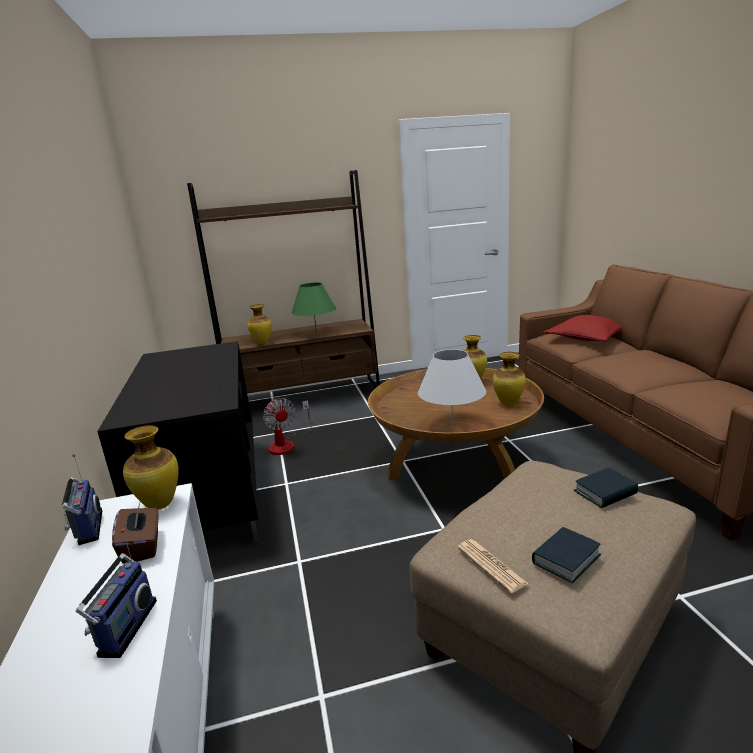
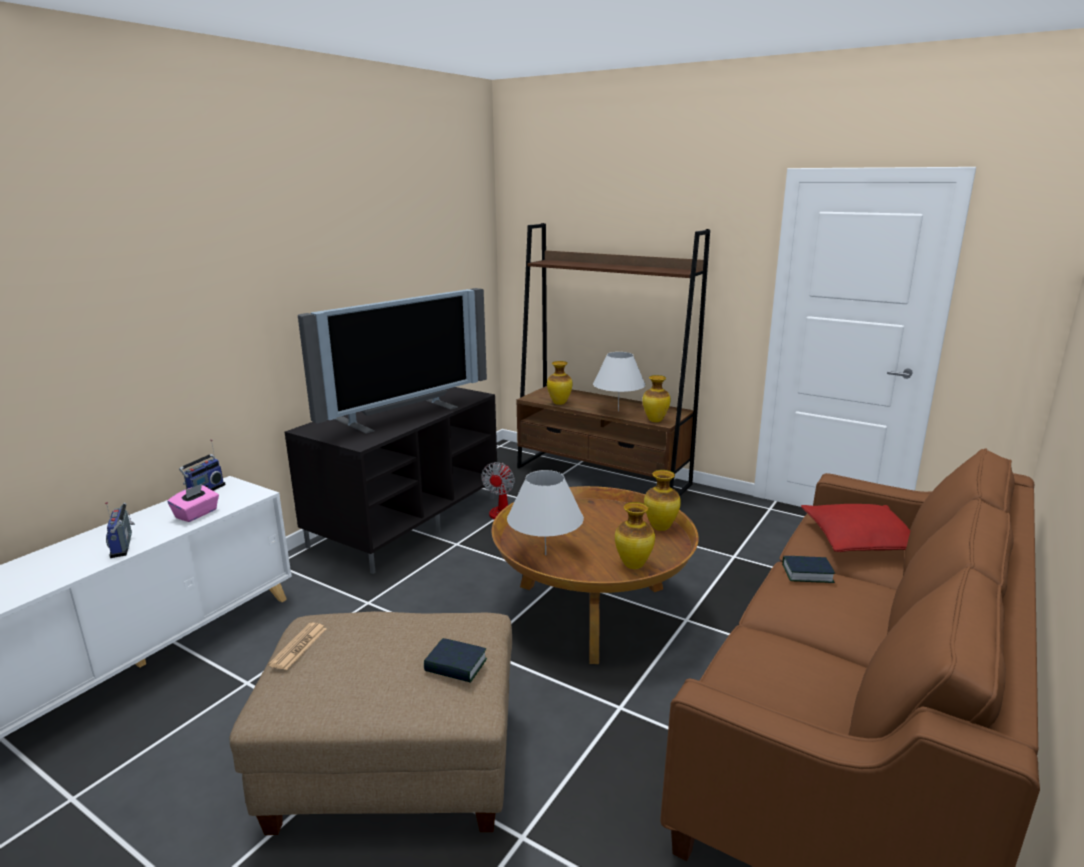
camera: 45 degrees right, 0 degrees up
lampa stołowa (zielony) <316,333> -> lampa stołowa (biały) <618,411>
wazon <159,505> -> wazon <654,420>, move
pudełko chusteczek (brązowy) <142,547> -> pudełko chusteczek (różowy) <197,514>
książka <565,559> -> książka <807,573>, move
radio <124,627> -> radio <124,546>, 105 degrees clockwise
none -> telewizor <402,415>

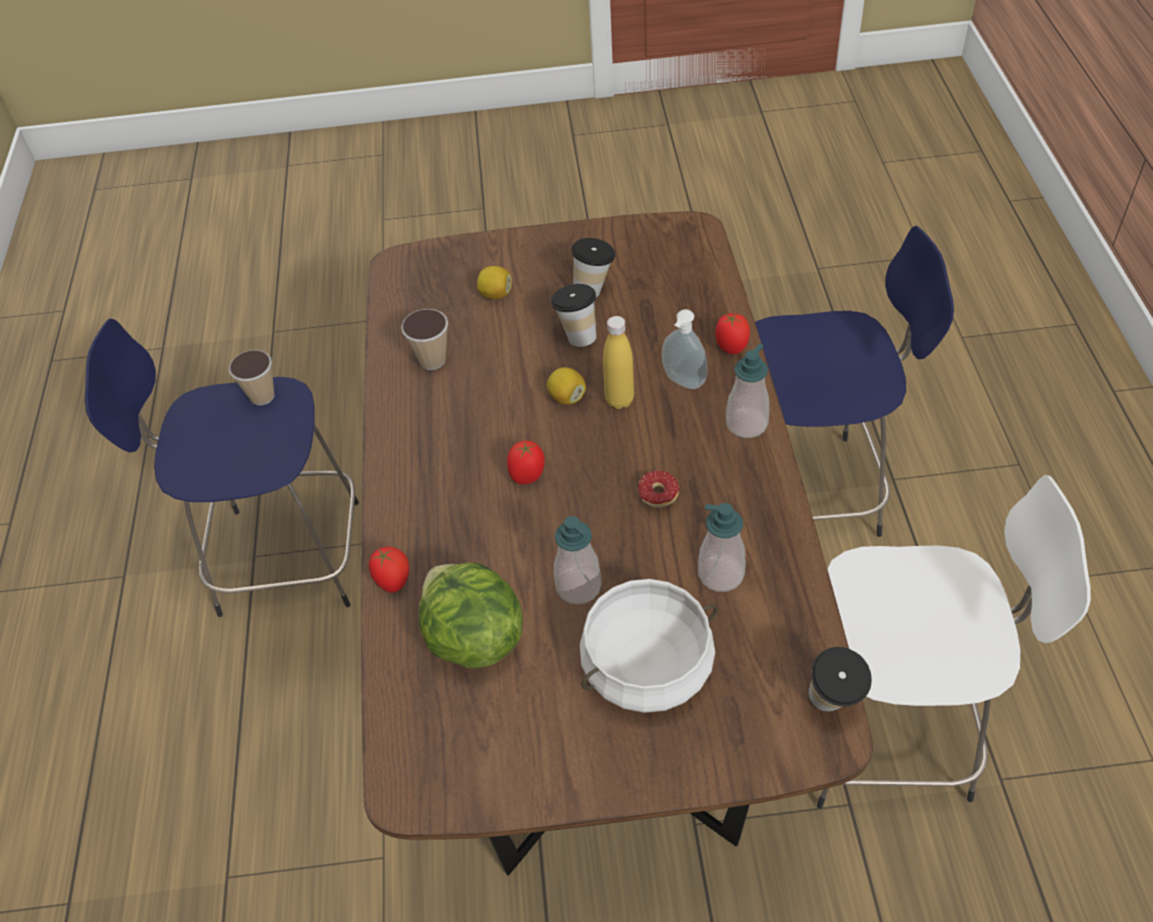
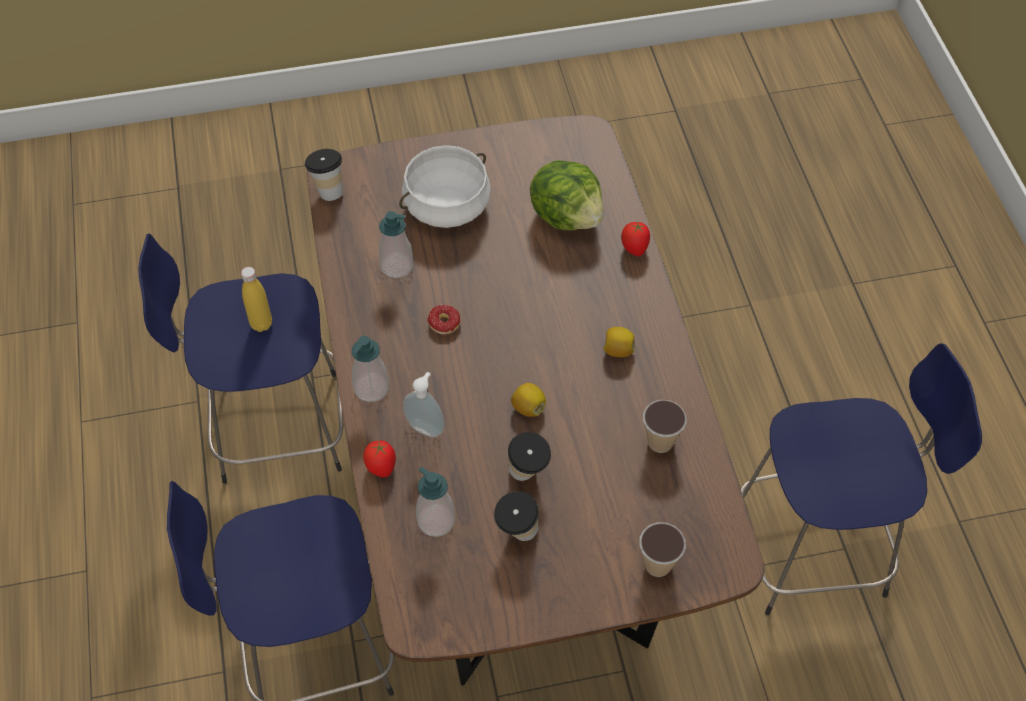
camera: 170 degrees right, 5 degrees up
cytryna <496,294> -> cytryna <618,350>, move
butelka (żółty) <619,400> -> butelka (żółty) <261,324>, move
filiżanka <262,396> -> filiżanka <658,565>, move
pomidor <528,475> -> none
stołek (biały) <889,734> -> stołek (niebieski) <274,427>
dozownik mydła <578,586> -> dozownik mydła <436,521>, move

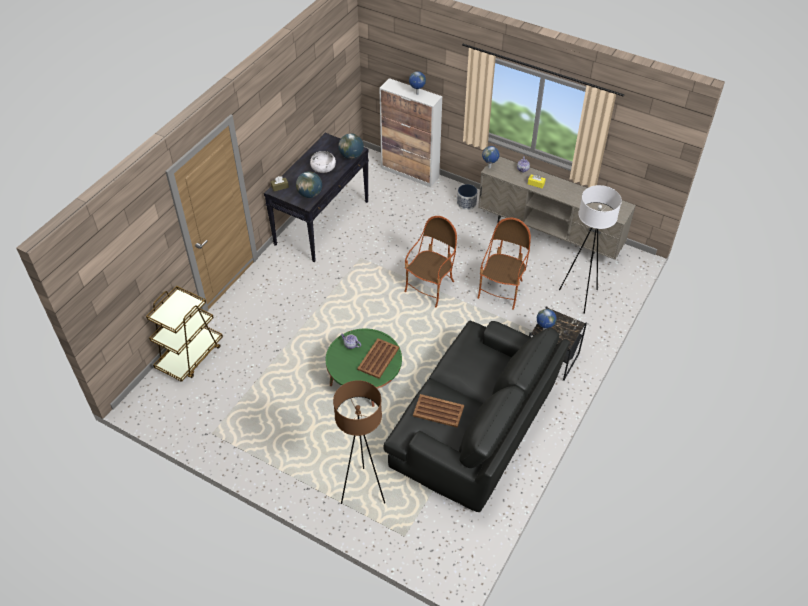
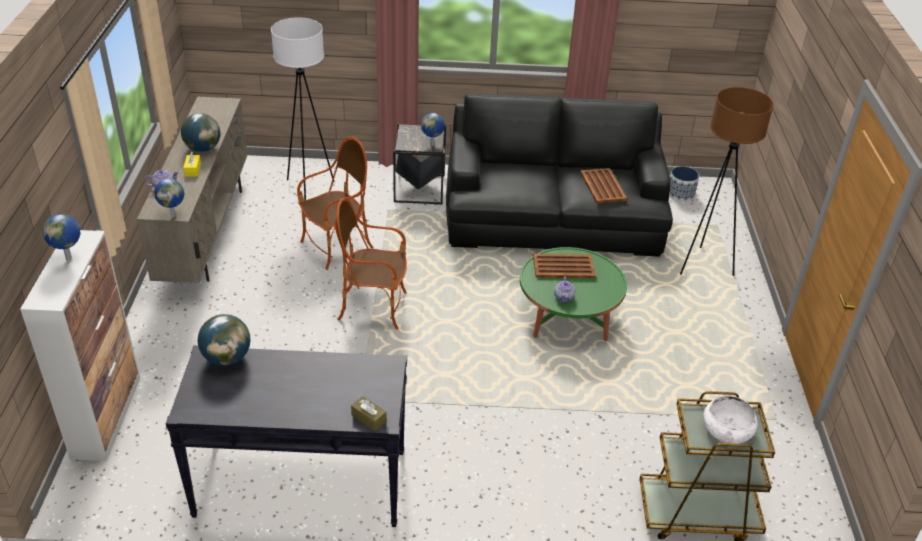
camera: 120 degrees left, 10 degrees down
miska (biały) <323,167> -> miska (biały) <727,429>, move
globus <310,194> -> globus <202,149>, move
donica <466,204> -> donica <681,194>, move
fotel <501,290> -> fotel <337,247>, 150 degrees clockwise

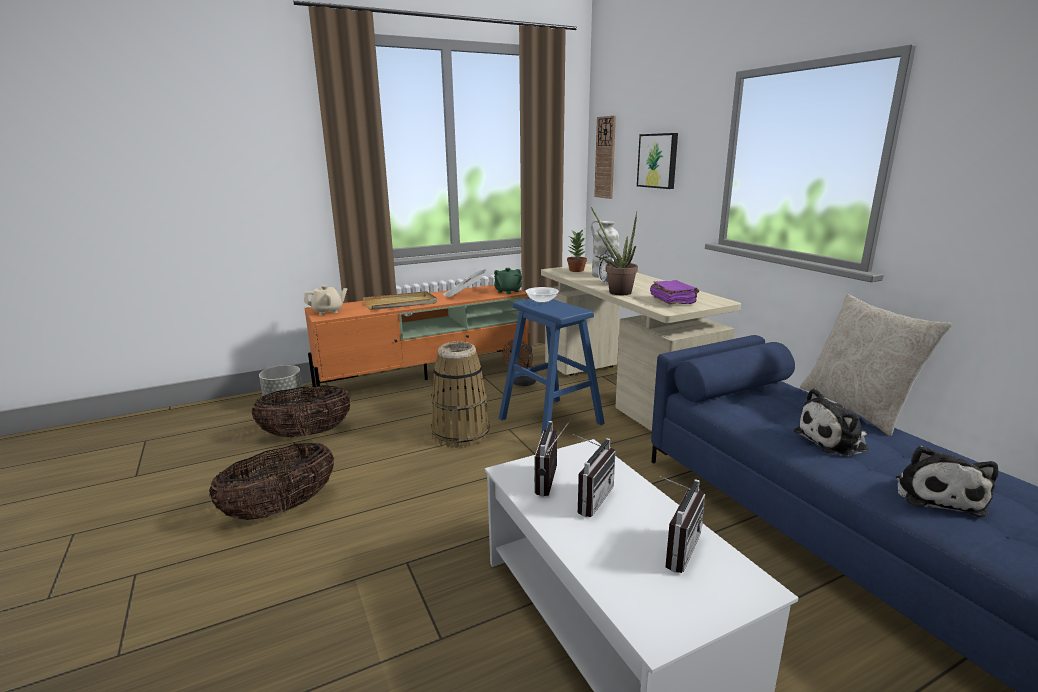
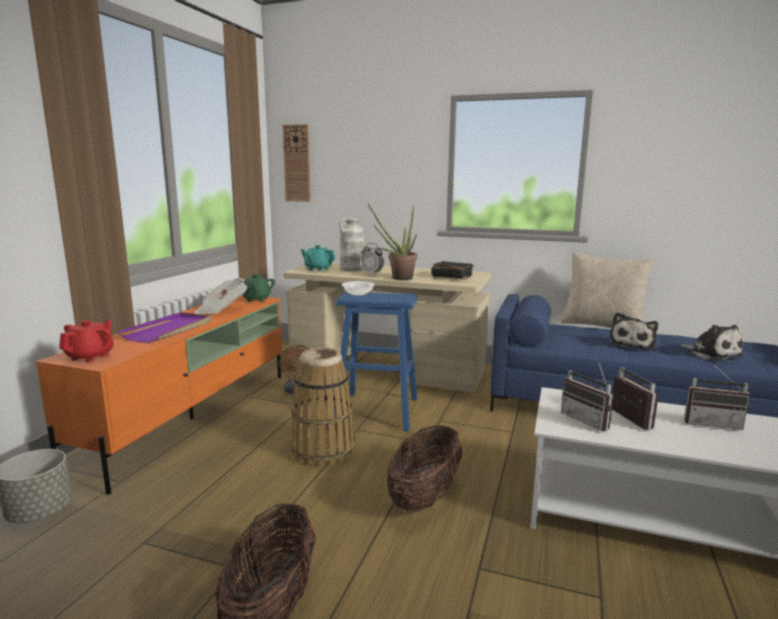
camera: 45 degrees left, 5 degrees down
obraz <658,161> -> none
roślina doniczkowa <577,270> -> imbryk (turkusowy) <318,269>
książka (fioletowy) <672,300> -> książka (czarny) <451,277>
imbryk (beżowy) <327,311> -> imbryk (czerwony) <90,357>
taca (beżowy) <401,303> -> taca (fioletowy) <169,330>
koszyk <306,434> -> koszyk <425,497>, move
radio <674,548> -> radio <711,423>, 120 degrees clockwise

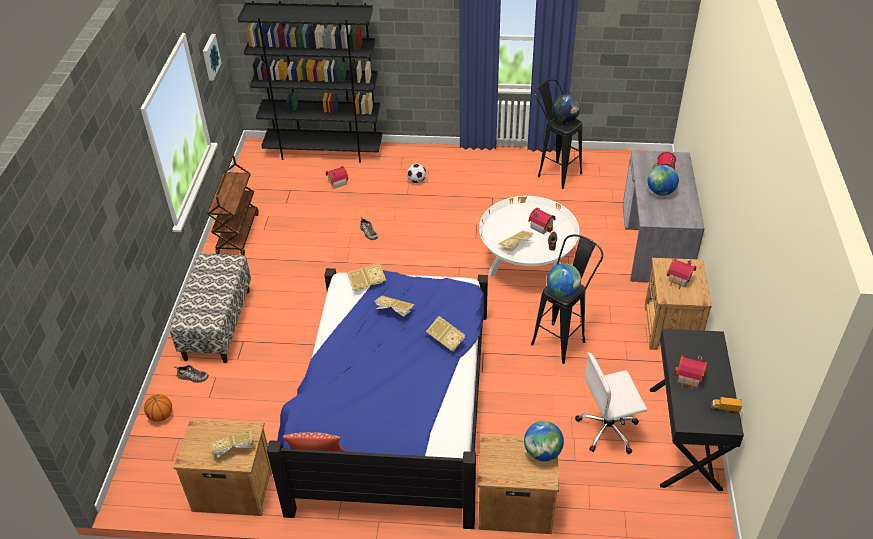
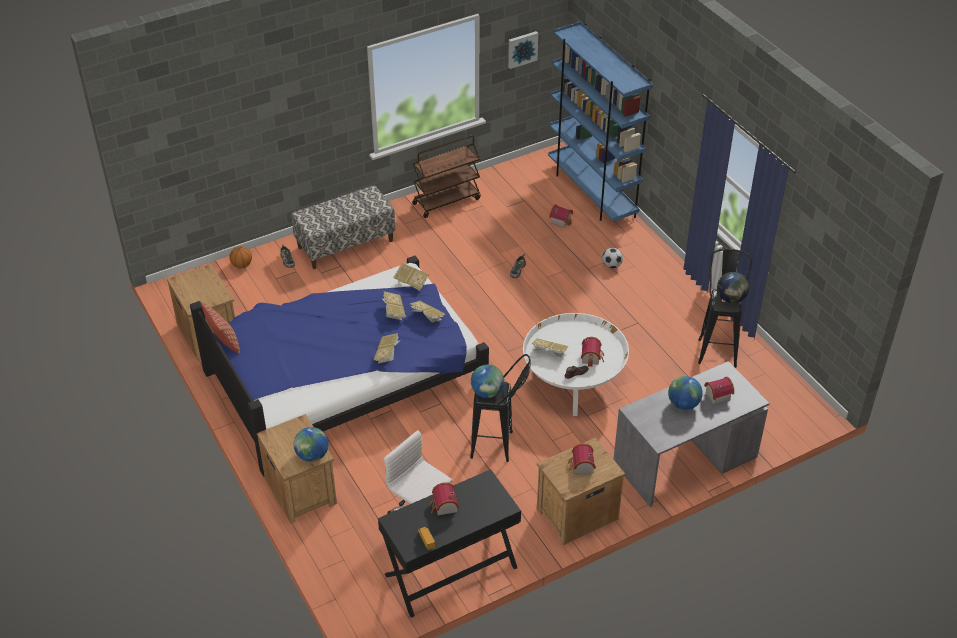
camera: 55 degrees right, 0 degrees up
regał (czarny) <324,151> -> regał (niebieski) <592,193>
książka <233,449> -> książka <427,317>, move

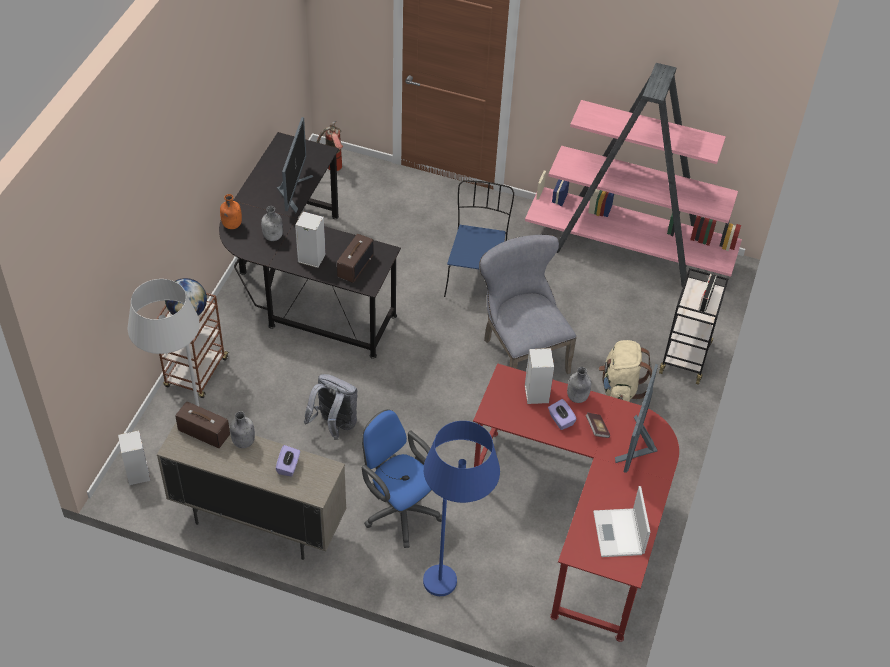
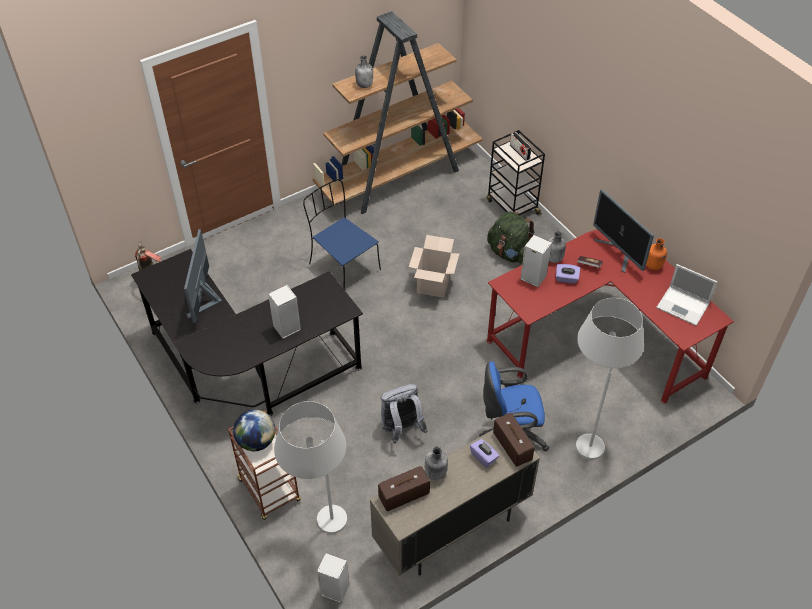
camera: 50 degrees left, 0 degrees up
regał (różowy) <629,250> -> regał (brązowy) <399,176>
monitor <293,191> -> monitor <205,300>, 135 degrees counterclockwise
butelka (pomarańczowy) <231,225> -> butelka (pomarańczowy) <653,266>, move
butelka (szary) <273,236> -> butelka (szary) <364,85>, move
radio <355,265> -> radio <511,446>, move
krzesło (szary) <520,353> -> karton <433,284>
plecak (beżowy) <620,388> -> plecak (zielony) <509,253>
lampa stojąca (niebieski) <454,570> -> lampa stojąca (biały) <586,433>

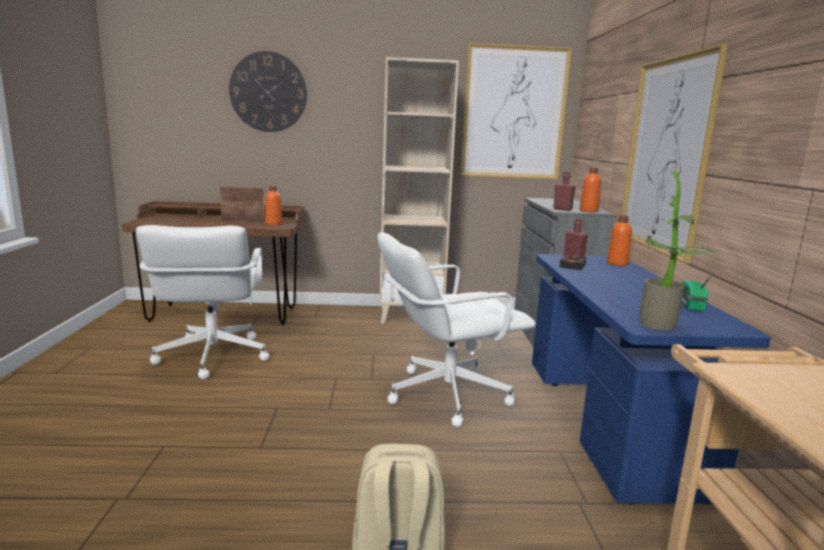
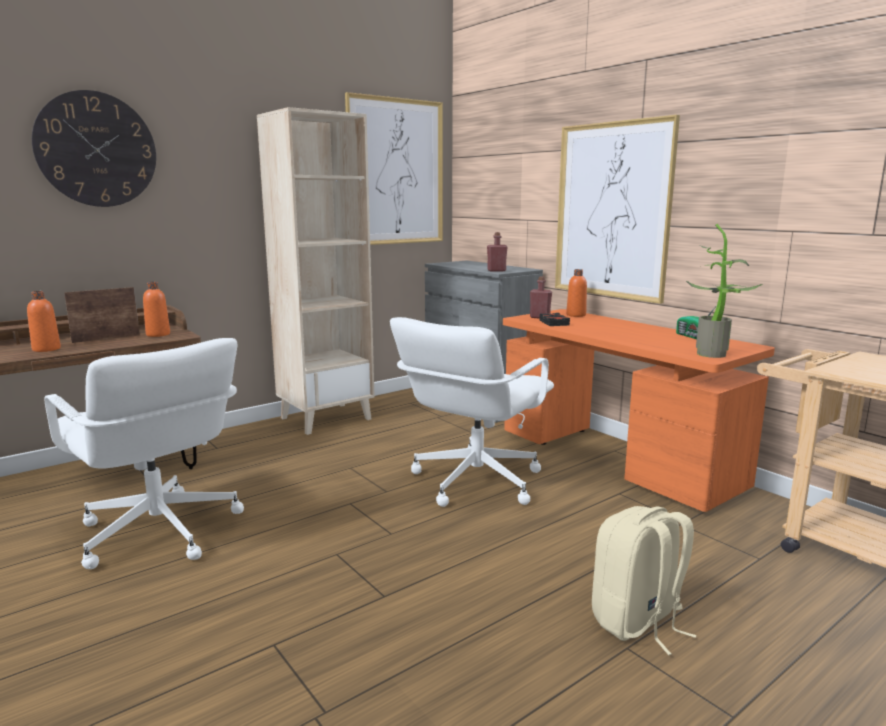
camera: 35 degrees left, 0 degrees up
butelka (pomarańczowy) <588,211> -> butelka (pomarańczowy) <46,349>, move
biurko (niebieski) <607,421> -> biurko (pomarańczowy) <615,459>

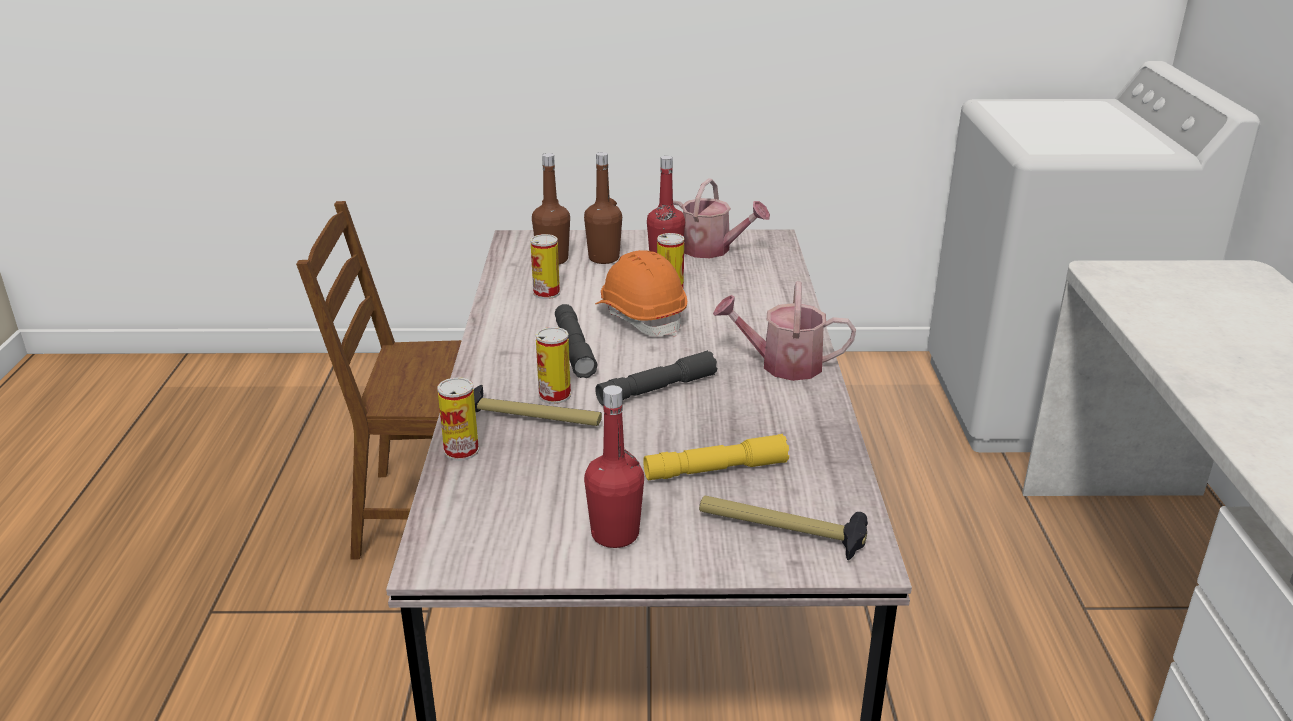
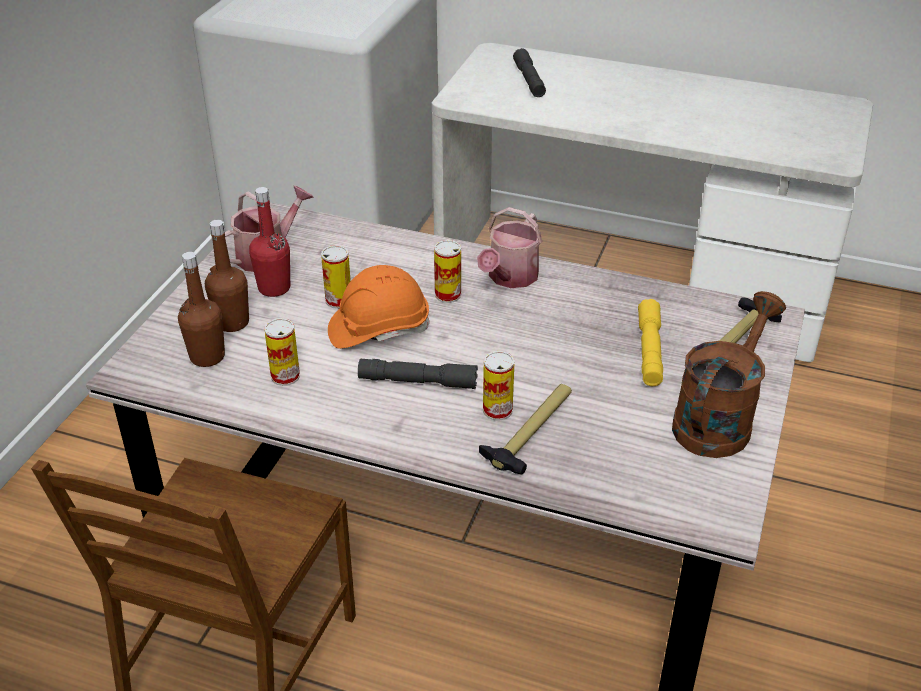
camera: 70 degrees left, 10 degrees up
latarka (szary) <656,389> -> latarka (szary) <529,80>, move
puszka <461,450> -> puszka <448,295>, move
butelka (czerwony) <615,534> -> konewka (brązowy) <718,419>

